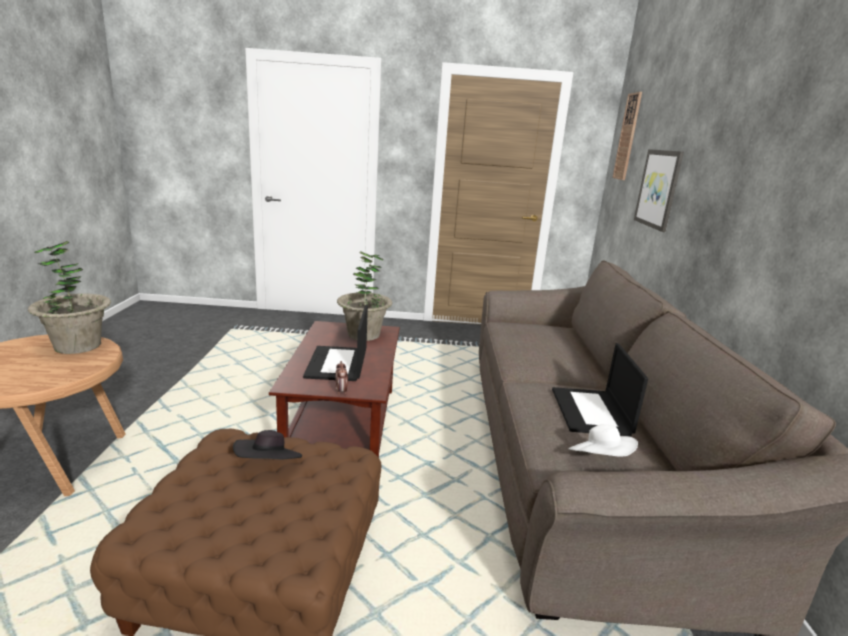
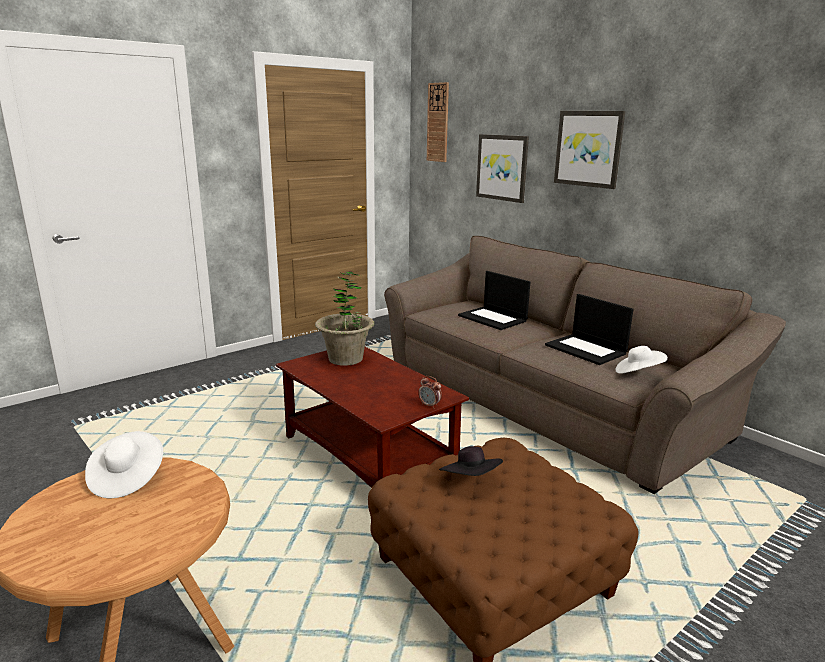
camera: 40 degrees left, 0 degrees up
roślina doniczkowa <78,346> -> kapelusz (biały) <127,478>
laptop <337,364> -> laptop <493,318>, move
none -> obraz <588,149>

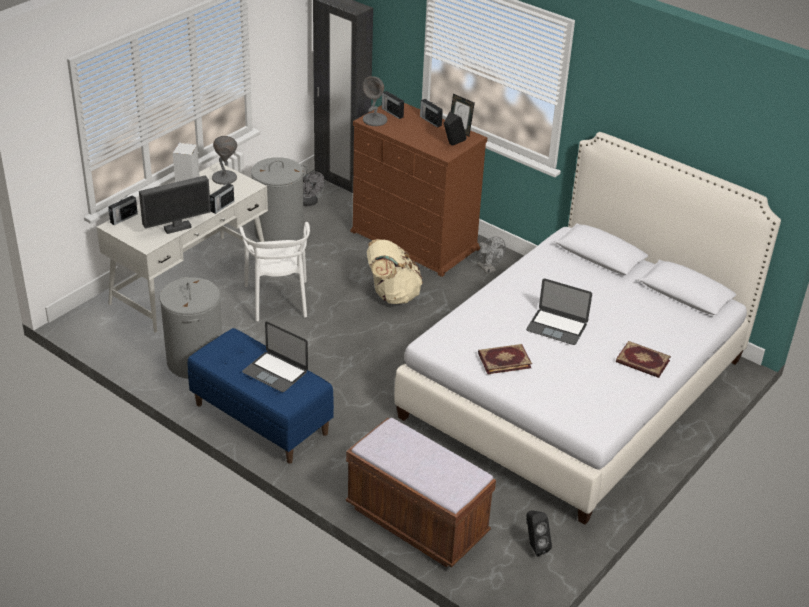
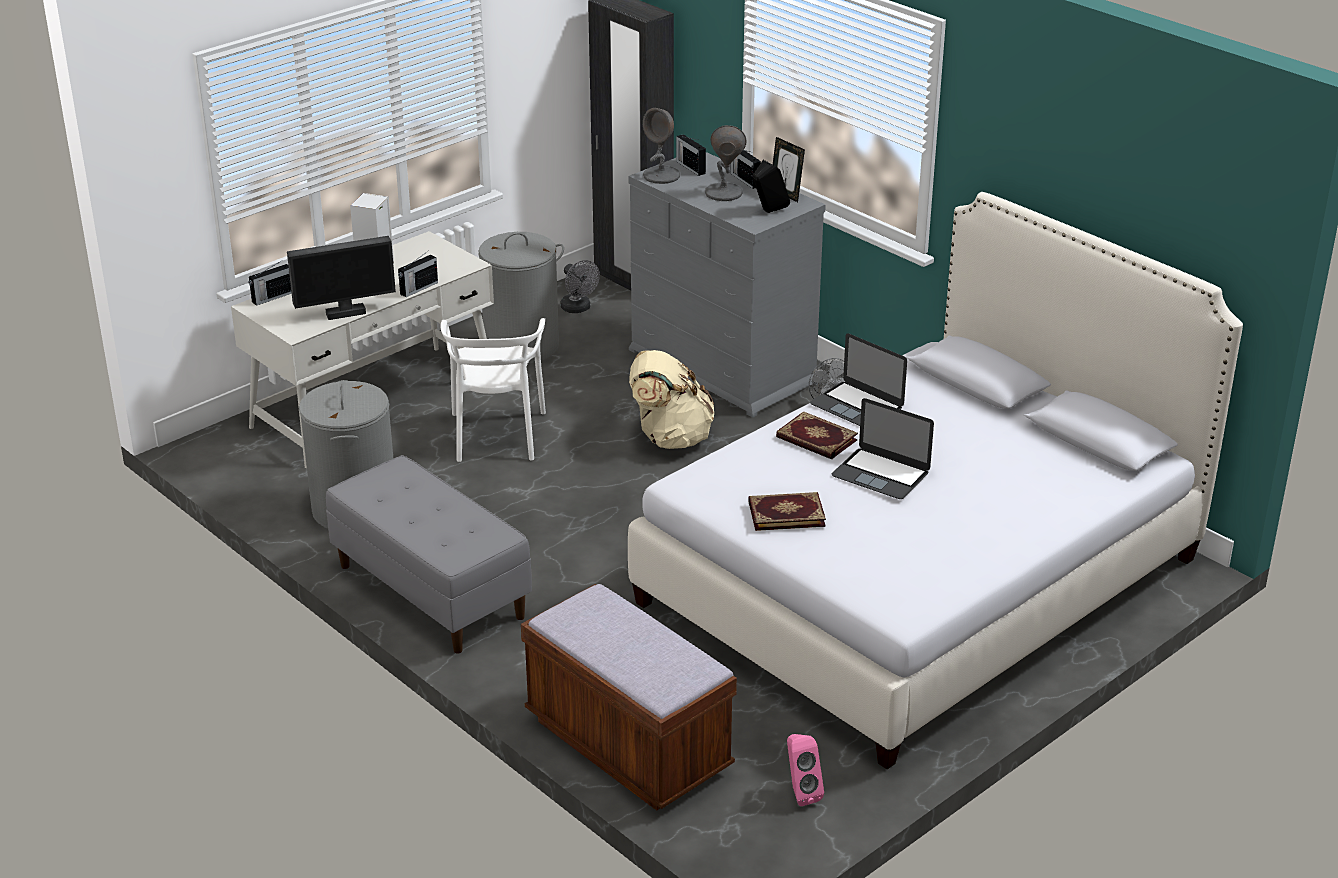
camera: 10 degrees right, 5 degrees down
komoda (brązowy) <415,240> -> komoda (szary) <724,366>
lampa stołowa (szary) <224,178> -> lampa stołowa (szary) <723,193>, move
laptop <275,371> -> laptop <856,405>, move
ławka (niebieski) <260,419> -> ławka (szary) <429,591>
książka <642,362> -> książka <816,439>, move
głośnik (czarny) <534,546> -> głośnik (różowy) <800,793>

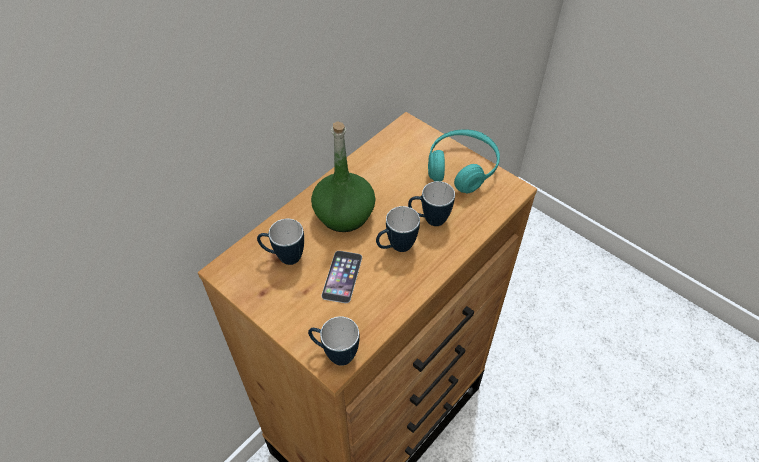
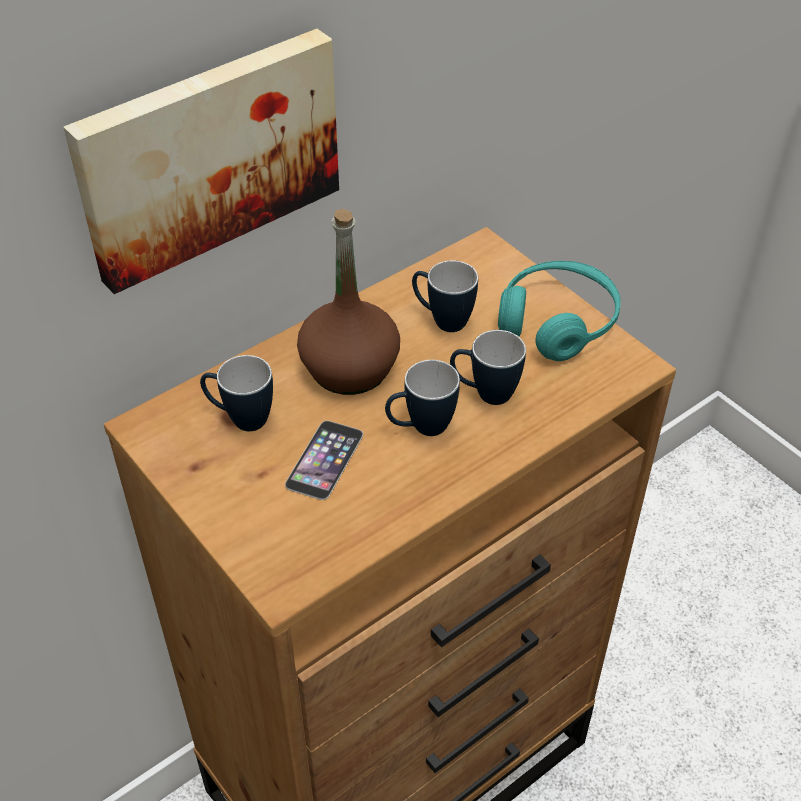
camera: 10 degrees right, 5 degrees down
butelka (zielony) <344,214> -> butelka (brązowy) <350,368>
kubek <335,354> -> kubek <442,320>, move
none -> obraz <208,155>

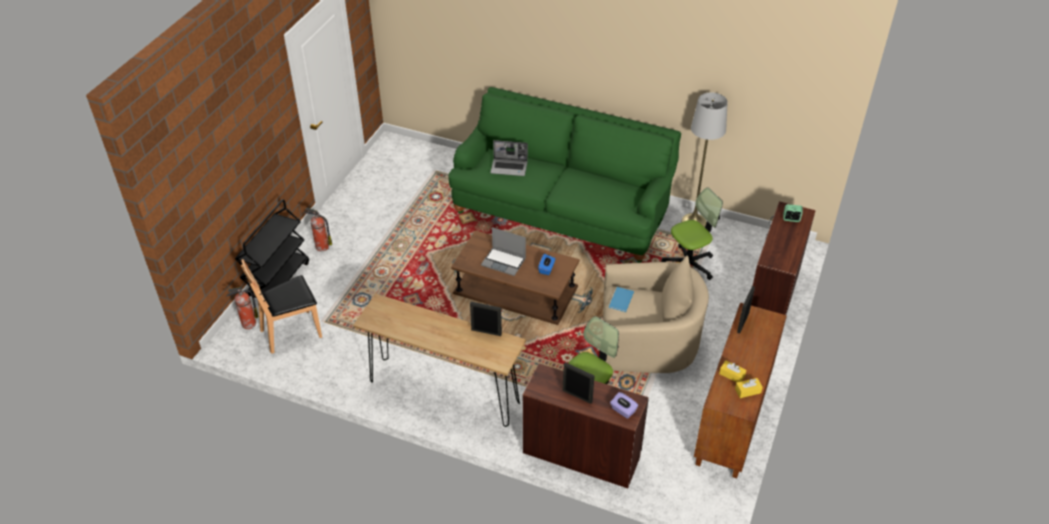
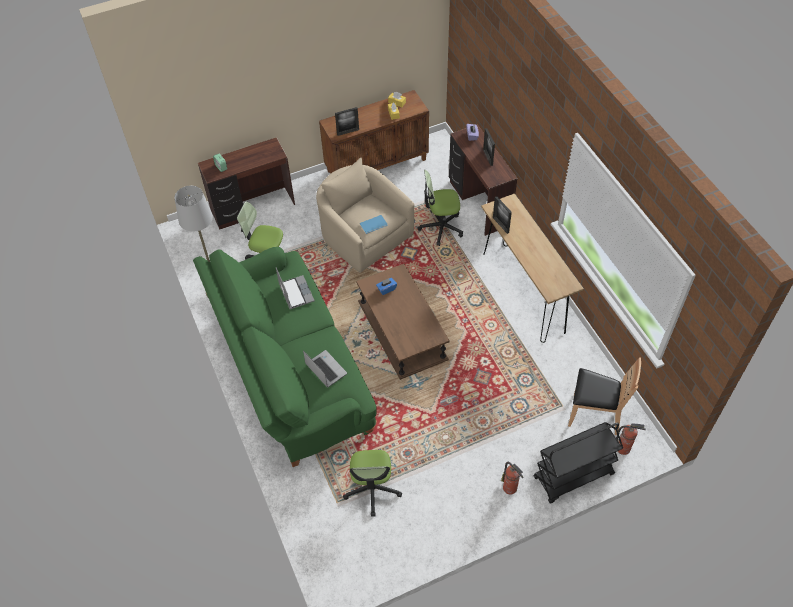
camera: 135 degrees left, 10 degrees up
laptop <504,262> -> laptop <295,293>, move
none -> krzesło biurowe <372,489>

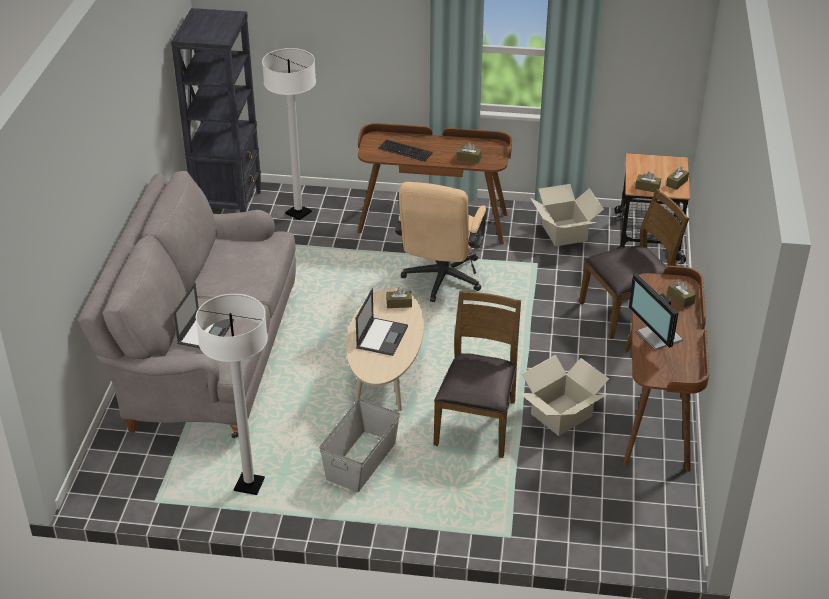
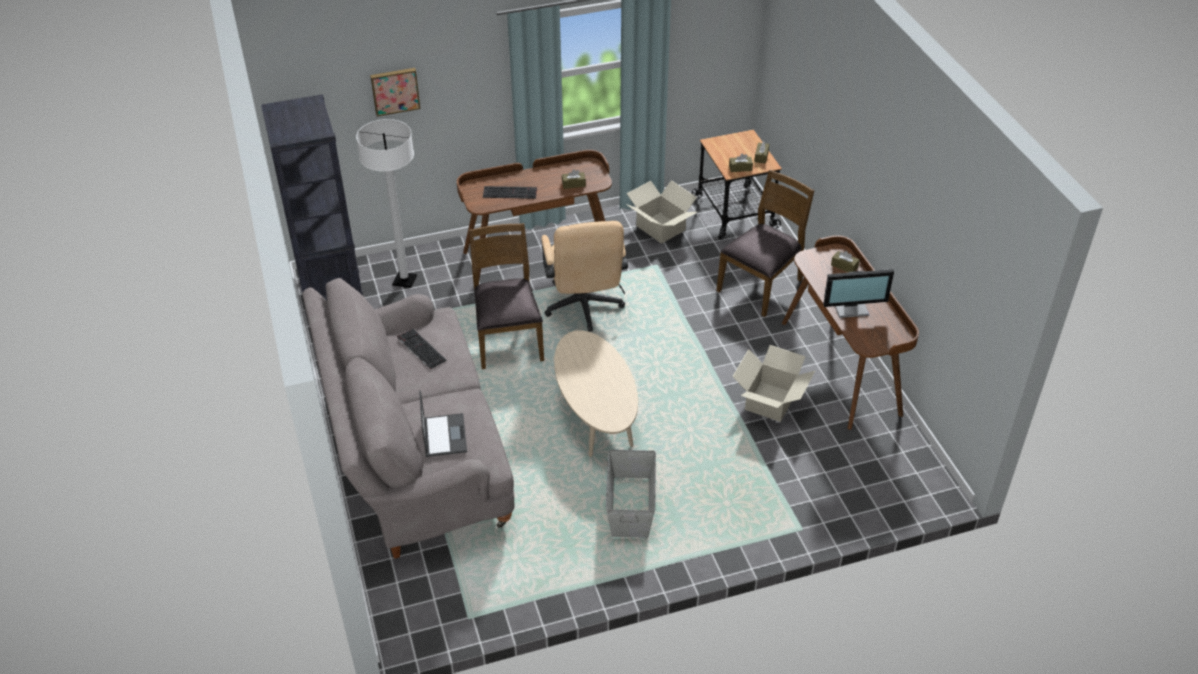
camera: 25 degrees left, 5 degrees up
monitor <658,337> -> monitor <851,308>, 45 degrees counterclockwise
pudełko chusteczek (brązowy) <399,303> -> none
laptop <382,336> -> none
krzesło (brązowy) <477,423> -> krzesło (brązowy) <508,340>, move
lampa stojąca (biały) <249,485> -> none
none -> obraz <395,90>
none -> klawiatura <420,349>

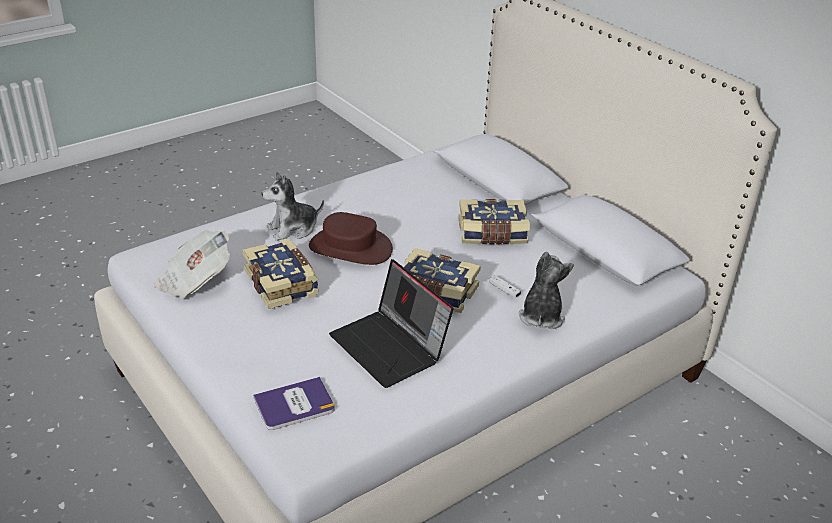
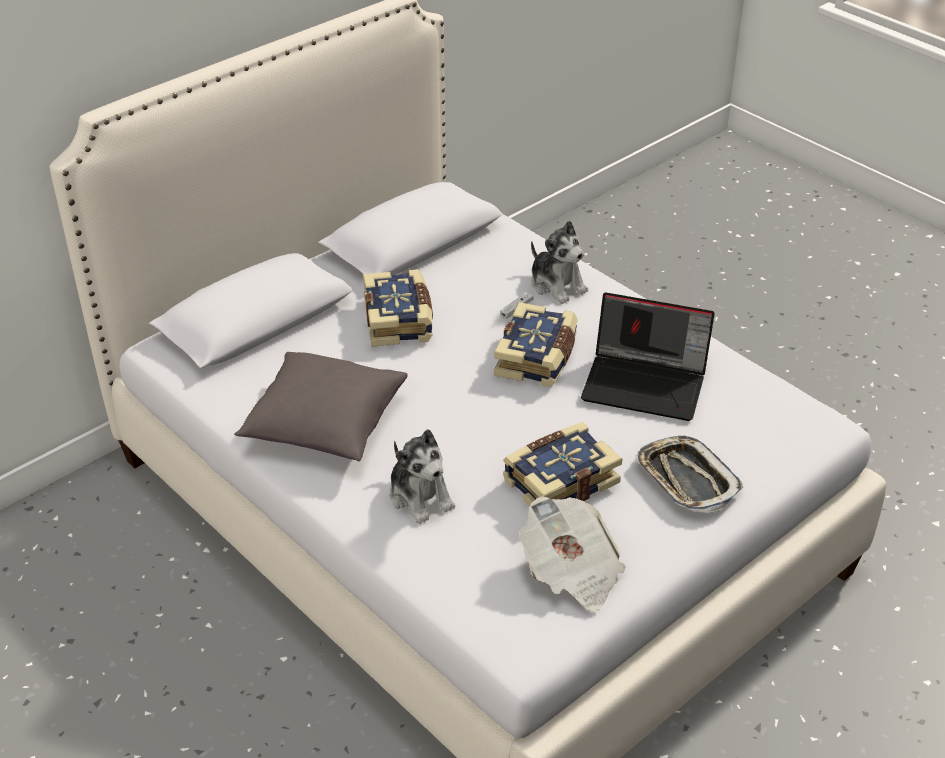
camera: 95 degrees left, 5 degrees up
kapelusz (brązowy) <350,248> -> none
pluszak <541,316> -> pluszak <557,285>, 135 degrees counterclockwise
laptop <391,347> -> laptop <646,383>, 60 degrees clockwise
książka <294,404> -> none
none -> poduszka (szary) <324,425>
none -> taca <686,479>

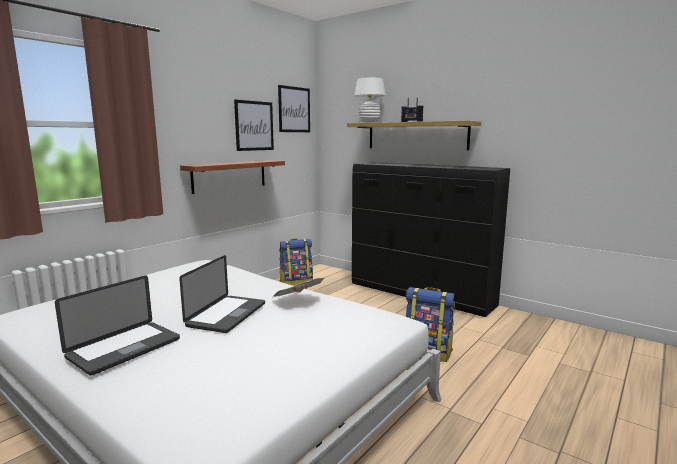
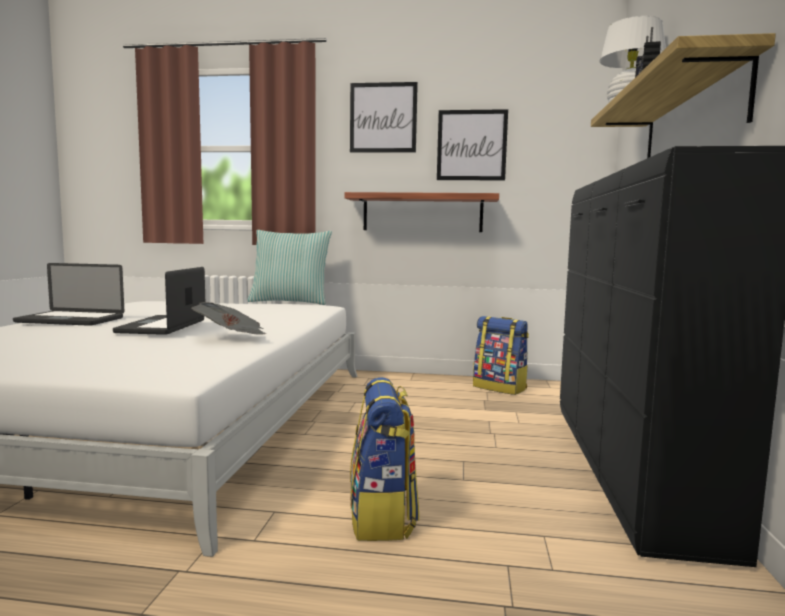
camera: 60 degrees right, 5 degrees down
obraz <294,109> -> obraz <383,118>, move
laptop <227,315> -> laptop <162,326>, 105 degrees clockwise
none -> poduszka <290,302>

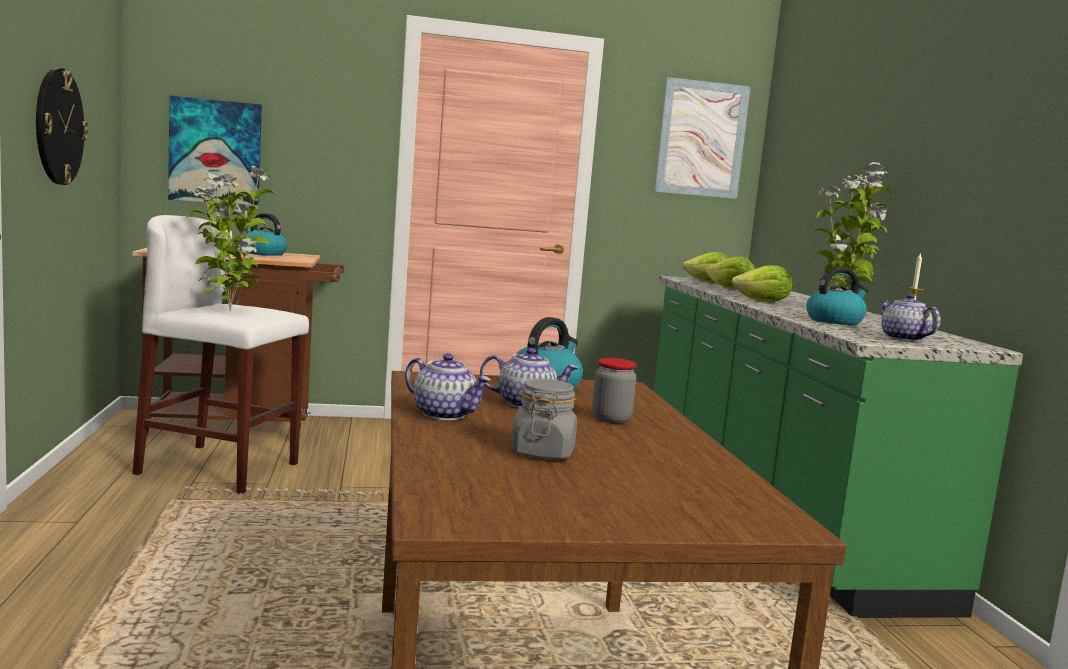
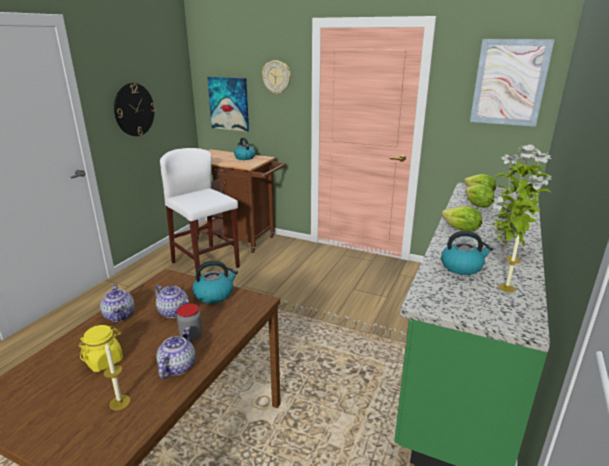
camera: 35 degrees right, 15 degrees up
roślina doniczkowa <229,310> -> none
imbryk <902,339> -> imbryk <177,366>, move
słoik (szary) <542,452> -> słoik (żółty) <104,361>
none -> zegar ścienny <276,77>
none -> świeca <120,402>

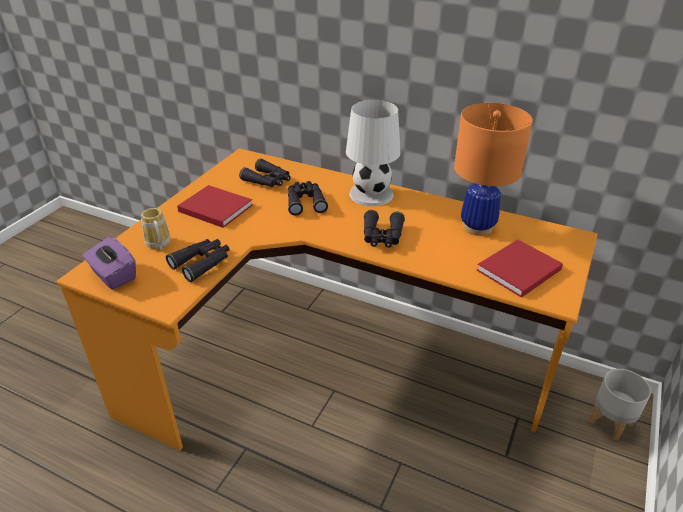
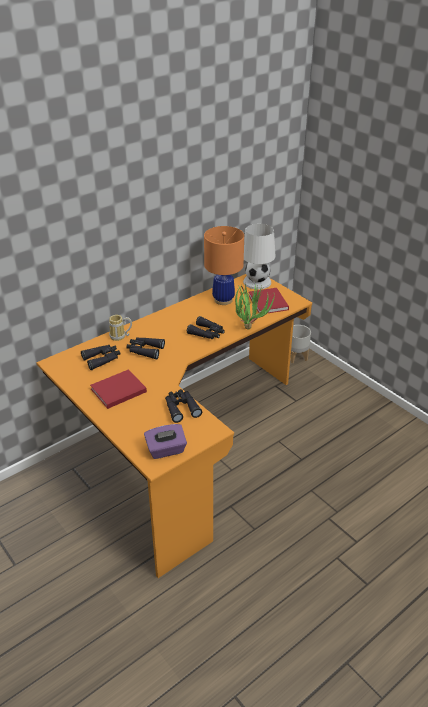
camera: 65 degrees left, 0 degrees up
lampa stołowa (biały) <371,194> -> lampa stołowa (biały) <256,282>, move
kubek <157,245> -> kubek <120,337>, move
none -> roślina doniczkowa <250,325>

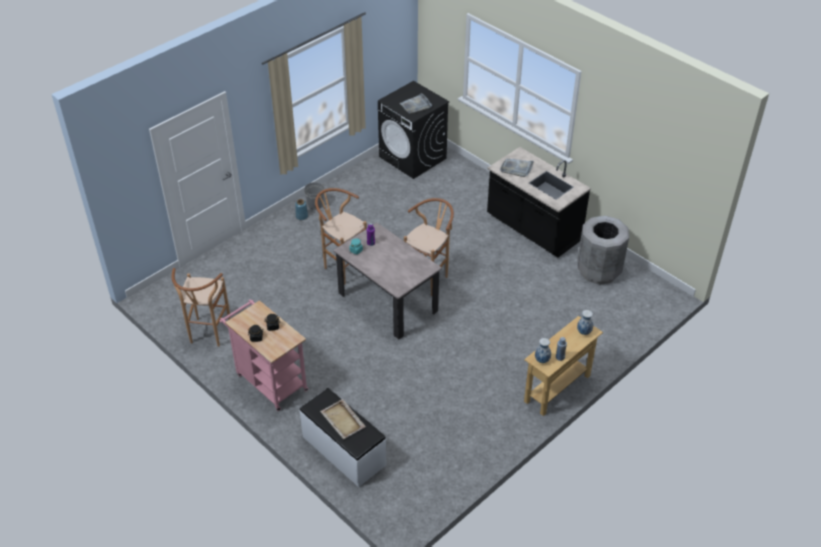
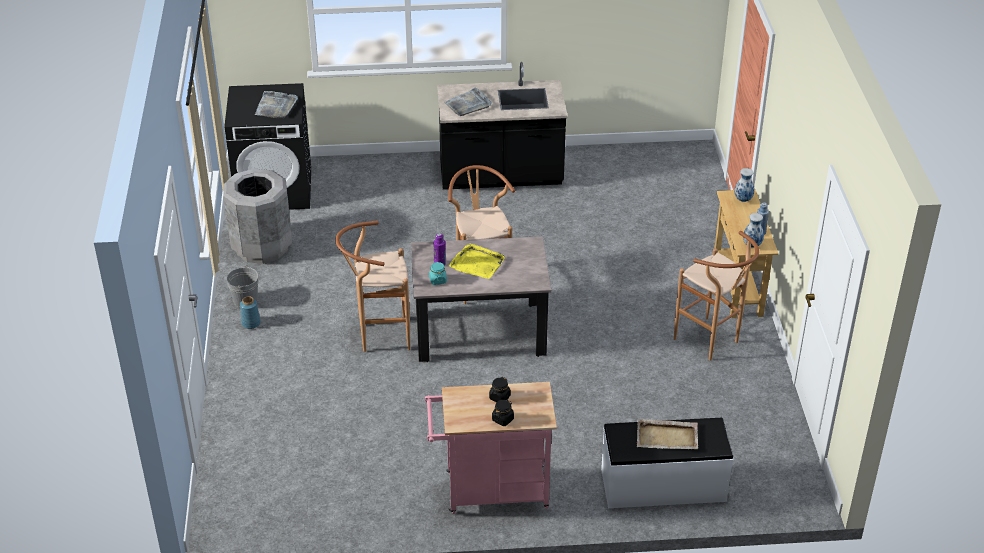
camera: 50 degrees left, 5 degrees down
kosz na śmieci (szary) <599,271> -> kosz na śmieci (szary) <262,247>, move
stołek (brązowy) <208,336> -> stołek (brązowy) <711,343>, move
none -> taca (żółty) <477,263>

